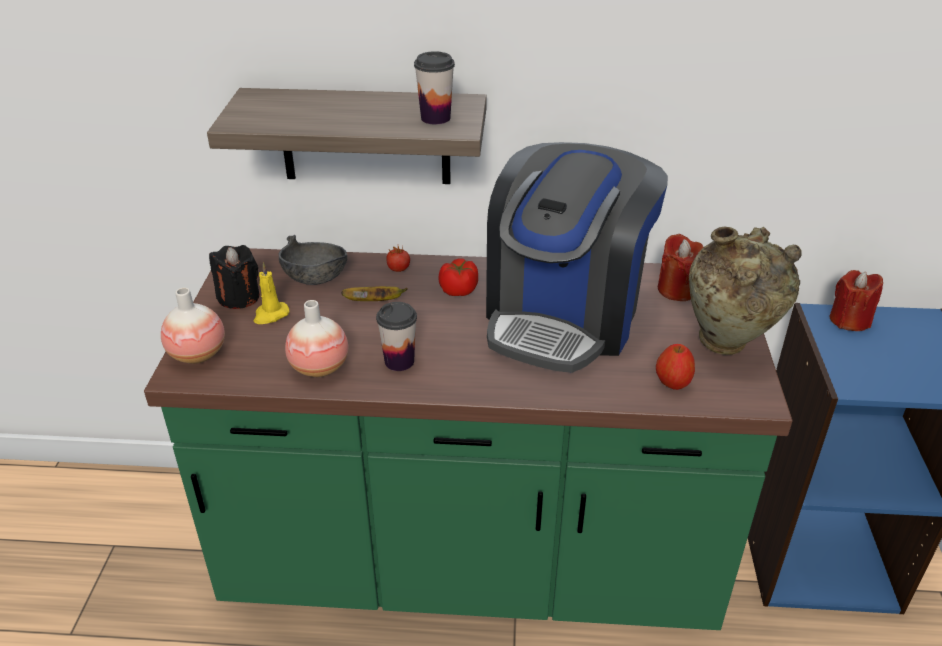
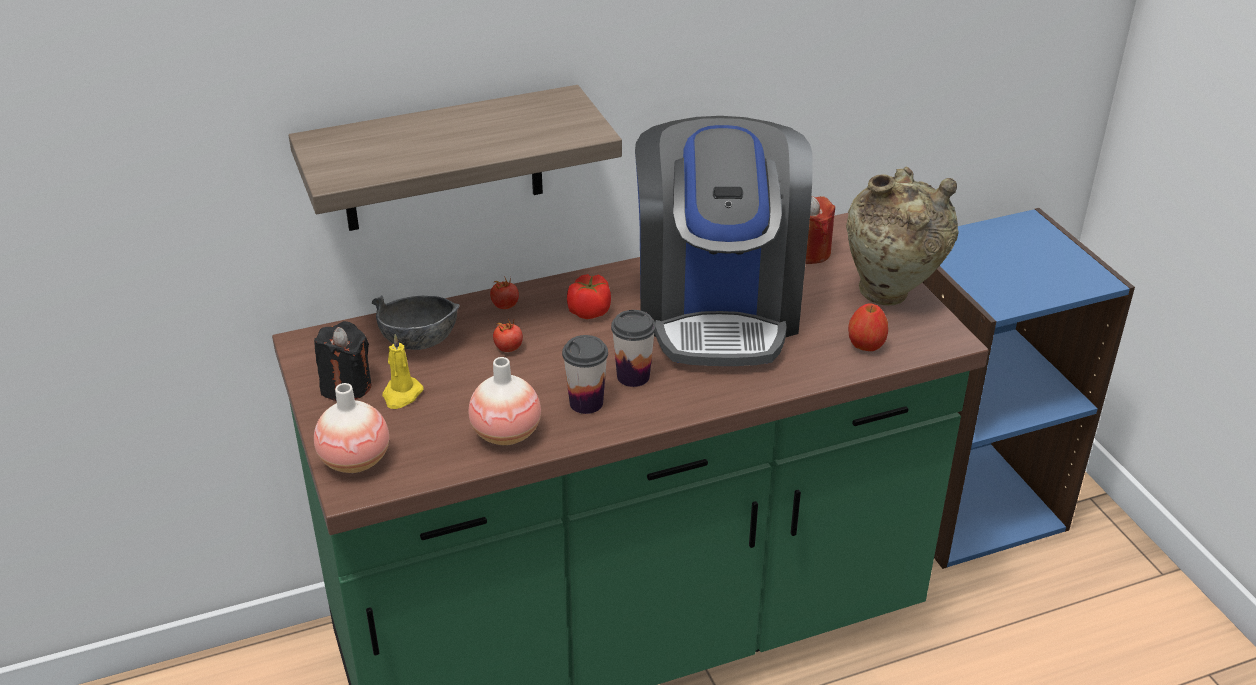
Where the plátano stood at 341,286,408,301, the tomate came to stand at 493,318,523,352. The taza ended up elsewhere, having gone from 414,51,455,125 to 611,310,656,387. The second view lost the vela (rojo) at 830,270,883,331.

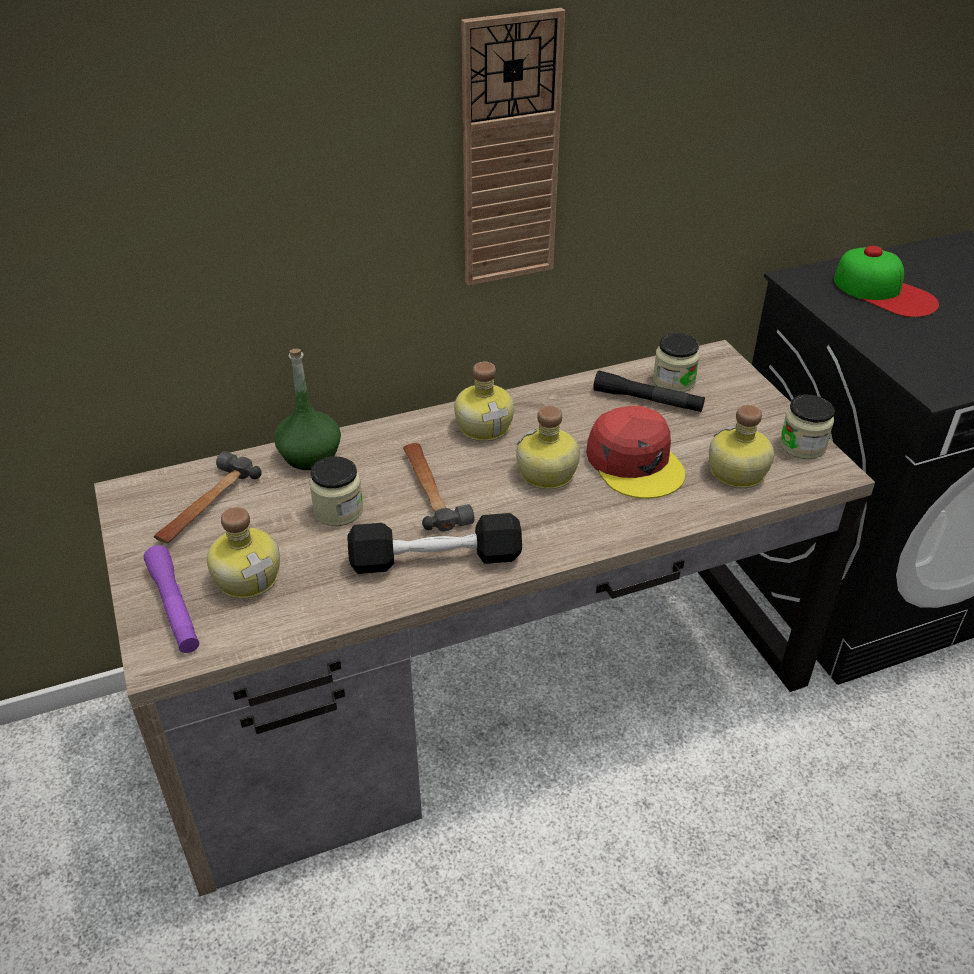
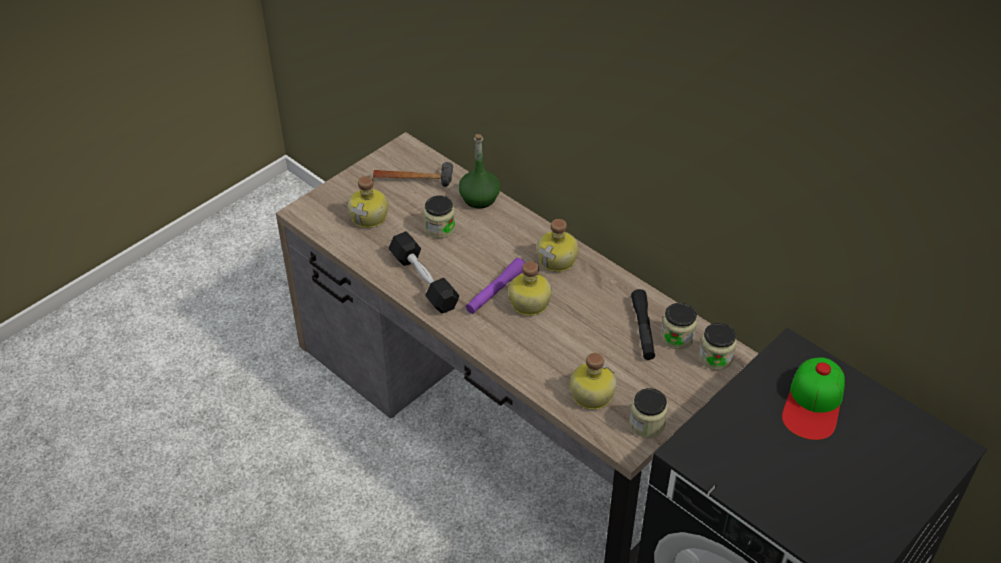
The linterna (morado) ended up elsewhere, having gone from 144,545,199,653 to 466,258,525,314. The second view gained the tarro at 699,323,737,370. The second view lost the martillo at 403,443,474,531. The second view lost the reloj de pared at 461,8,565,285. The second view lost the gorra (rojo) at 586,406,685,499.

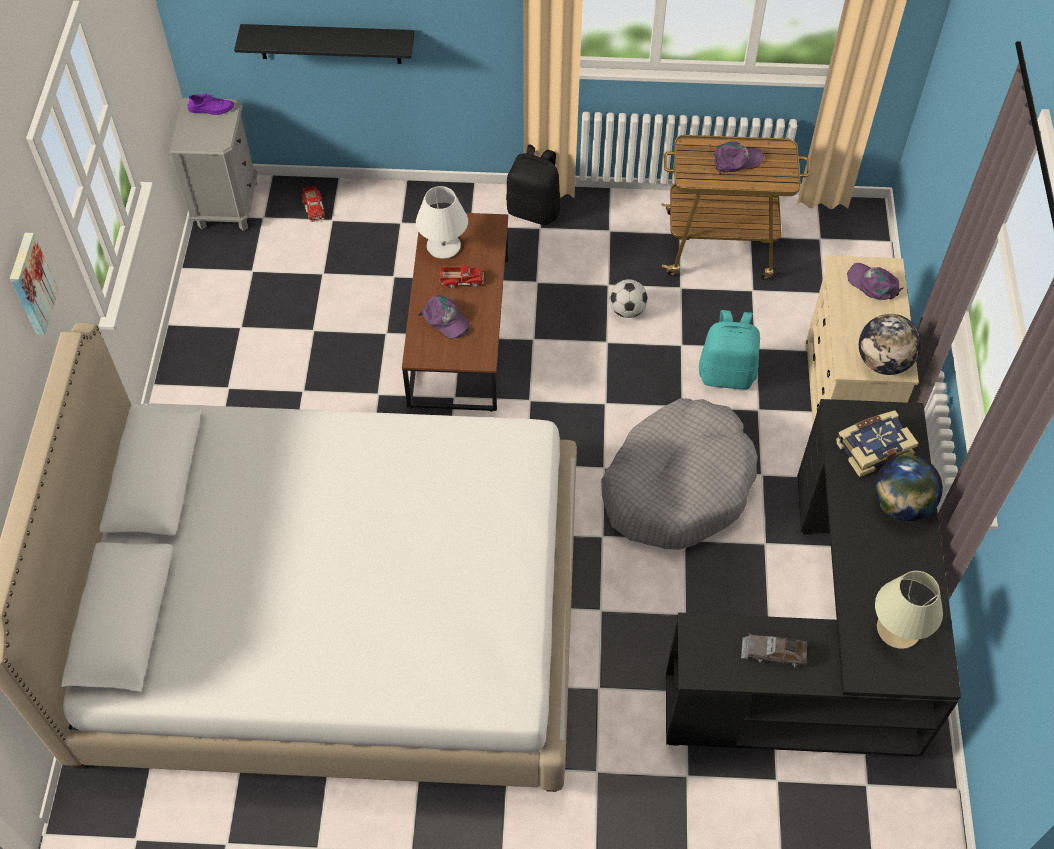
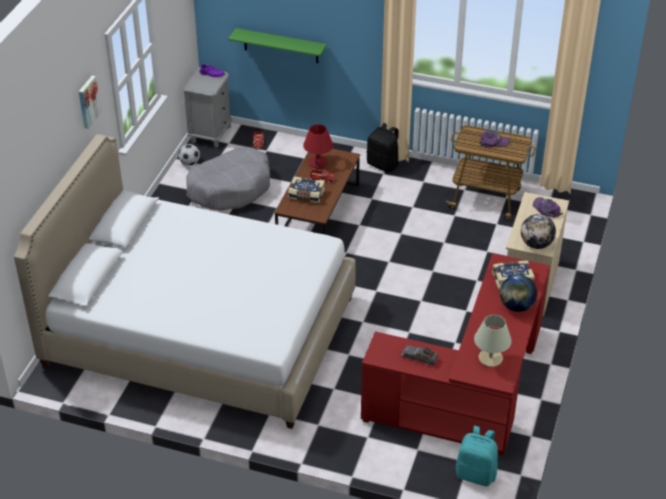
The balón de fútbol ended up elsewhere, having gone from 609,279,648,318 to 178,144,200,166. The cama para perro (gris) ended up elsewhere, having gone from 601,398,758,549 to 186,147,270,210. What was the estante (negro) at 234,24,415,64 turned into the estante (verde) at 228,28,327,63. Where the gorra (morado) stood at 418,296,470,339, the libro came to stand at 288,176,325,203. What was the lámpara de mesa (blanco) at 416,186,468,259 turned into the lámpara de mesa (rojo) at 303,124,333,168. What was the escritorio (negro) at 666,399,961,757 turned into the escritorio (rojo) at 361,253,550,456. The mochila (turquesa) ended up elsewhere, having gone from 699,310,760,389 to 456,426,498,487.

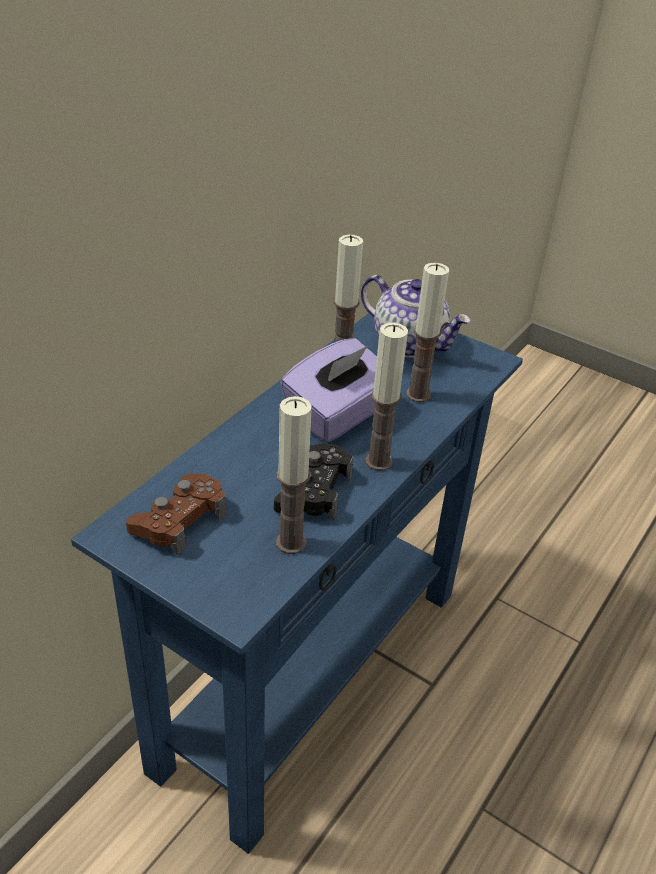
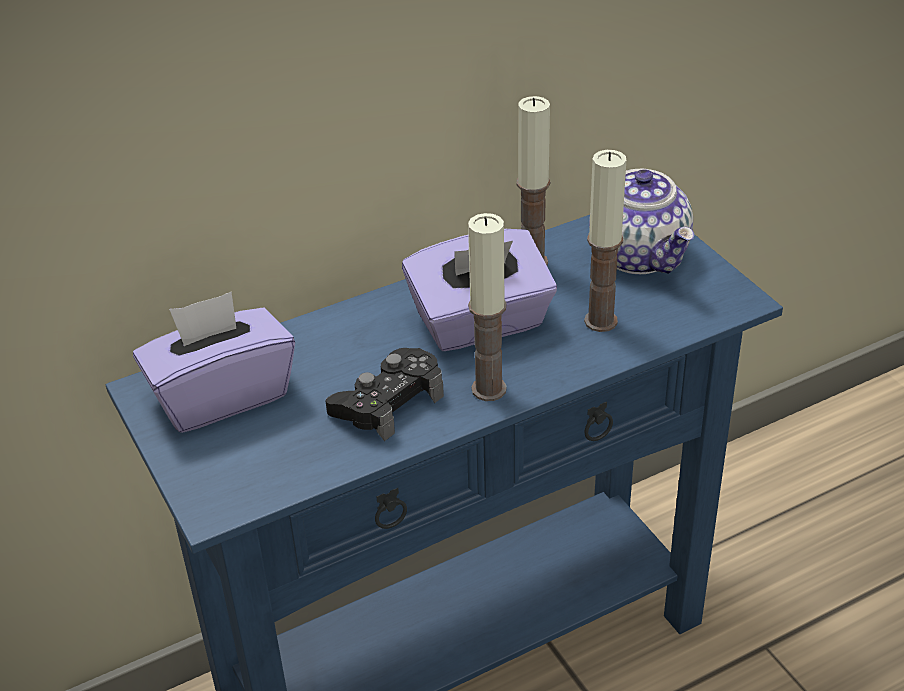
Where the mando de consola (marrón) stood at 126,473,227,556, the caja de pañuelos (morado) came to stand at 133,292,295,433. The second view lost the vela at 276,396,312,554.

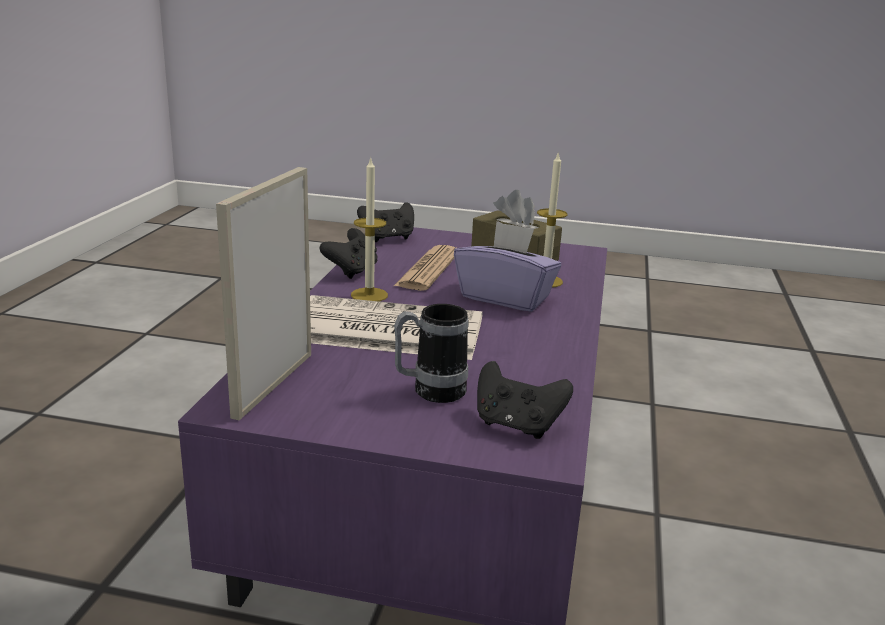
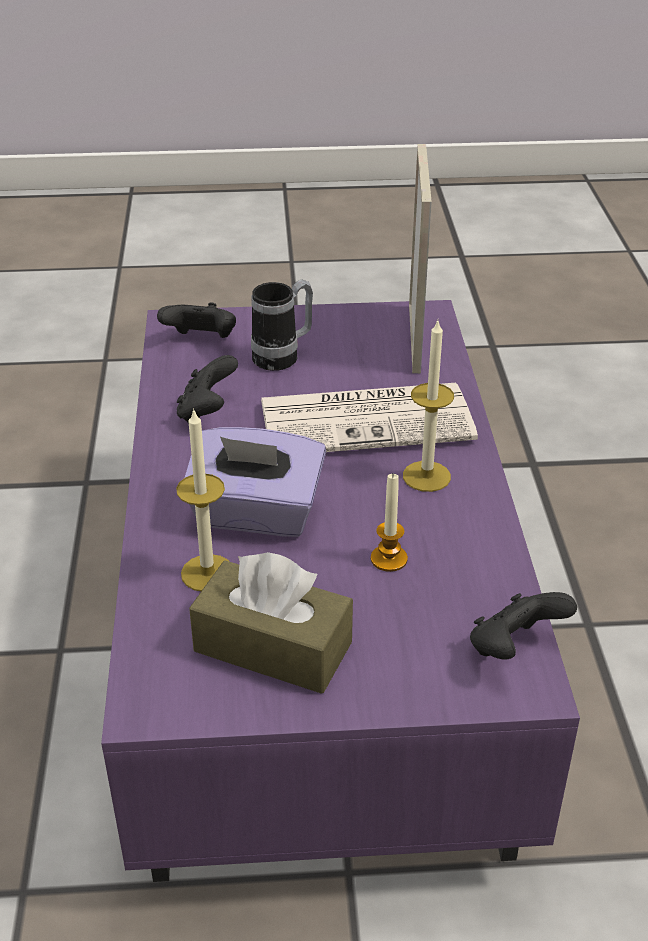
The mando de consola (negro) ended up elsewhere, having gone from 320,228,378,279 to 177,355,238,424. Where the periódico stood at 394,245,456,291, the vela came to stand at 371,474,408,572.

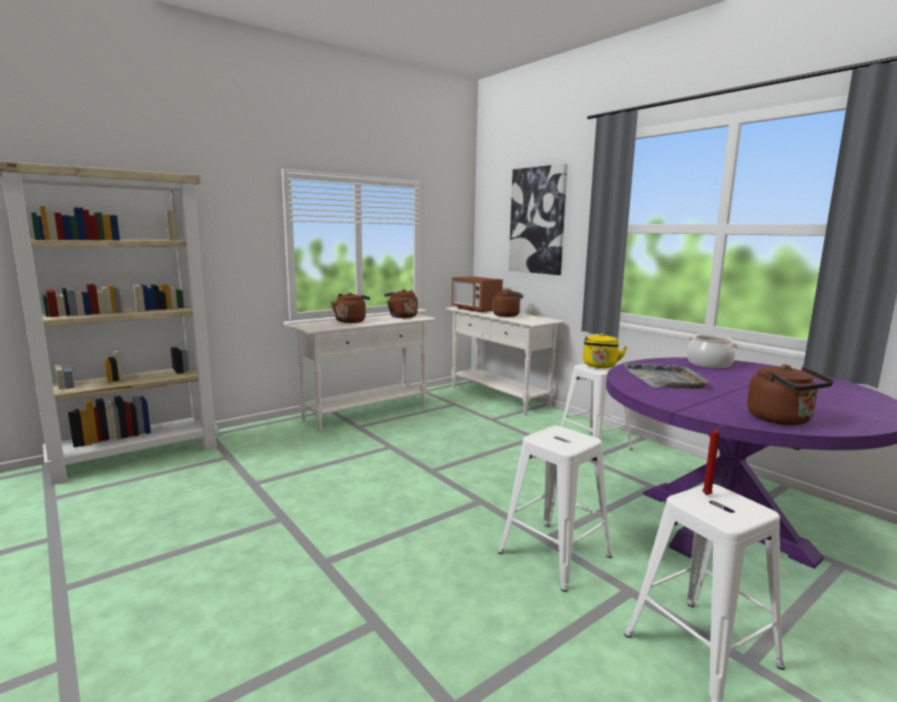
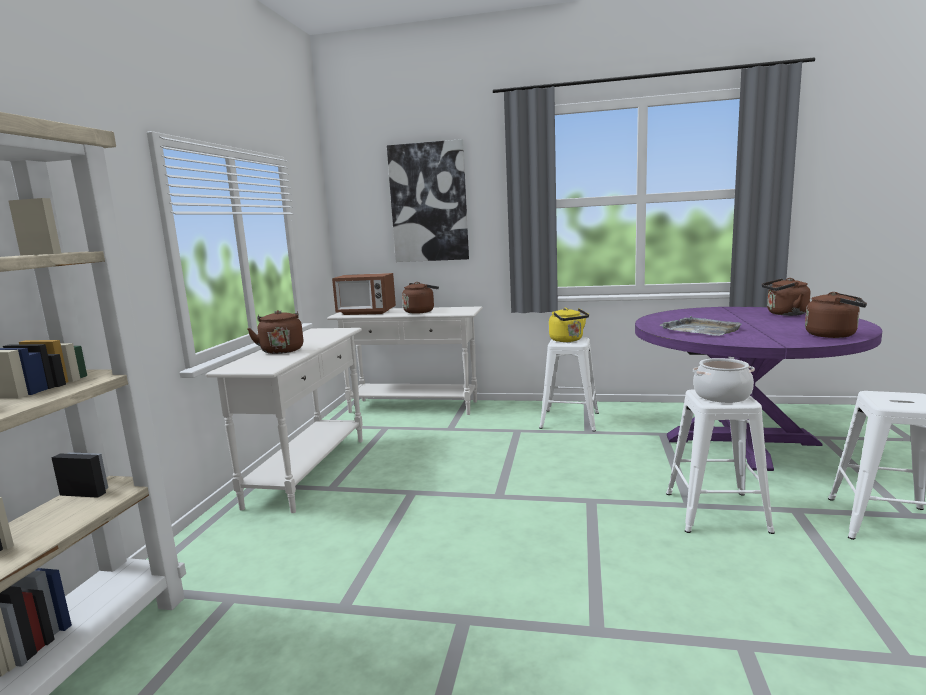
The olla ended up elsewhere, having gone from 687,335,738,368 to 693,358,755,403. The hervidor (marrón) ended up elsewhere, having gone from 384,289,418,318 to 762,278,811,316. The second view lost the vela (rojo) at 702,425,725,495.

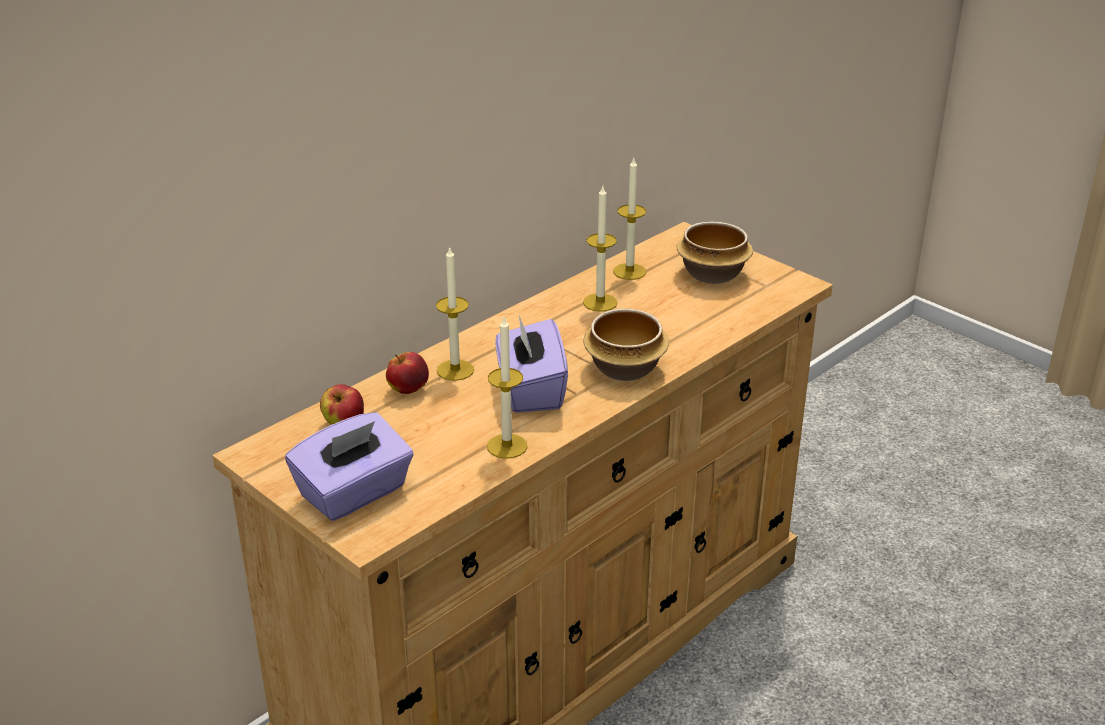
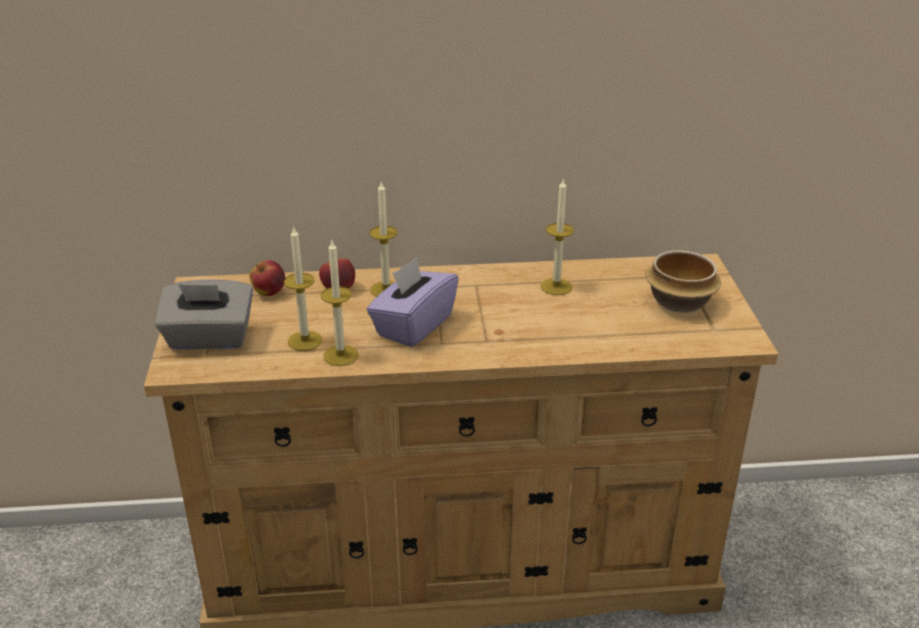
What was the caja de pañuelos (morado) at 285,412,414,521 turned into the caja de pañuelos (gris) at 155,279,253,350. The vela ended up elsewhere, having gone from 613,158,646,280 to 284,226,323,351. The second view lost the cuenco at 583,309,669,381.

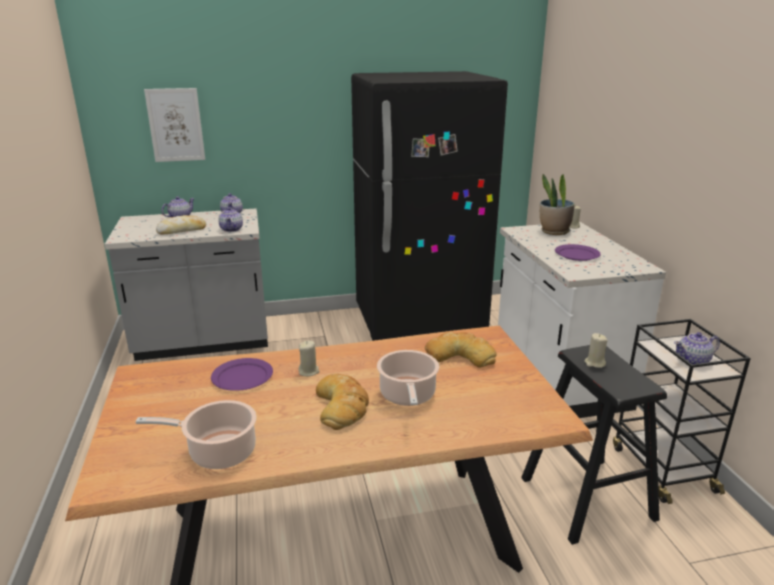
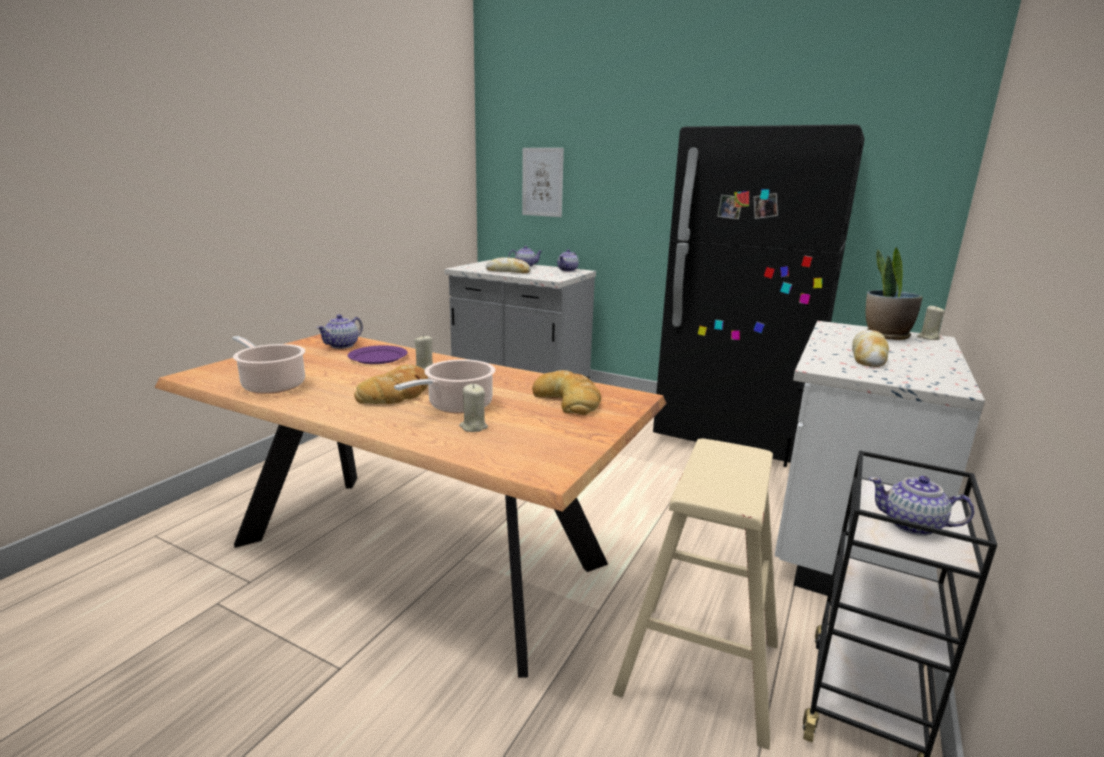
The tetera ended up elsewhere, having gone from 218,207,243,232 to 316,314,363,349. The vela (beis) ended up elsewhere, having gone from 584,333,608,368 to 459,384,488,432. What was the taburete (negro) at 521,345,667,545 turned into the taburete (beis) at 612,439,778,750. Where the plato (morado) stood at 555,244,601,261, the pan came to stand at 852,330,889,367.

